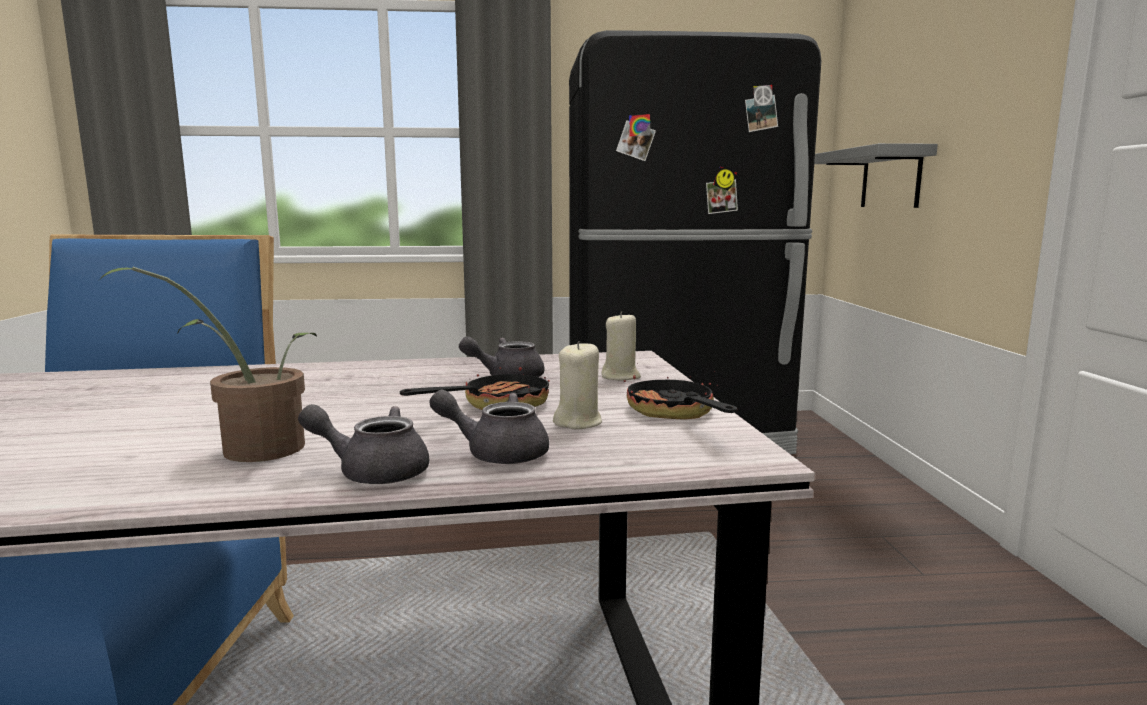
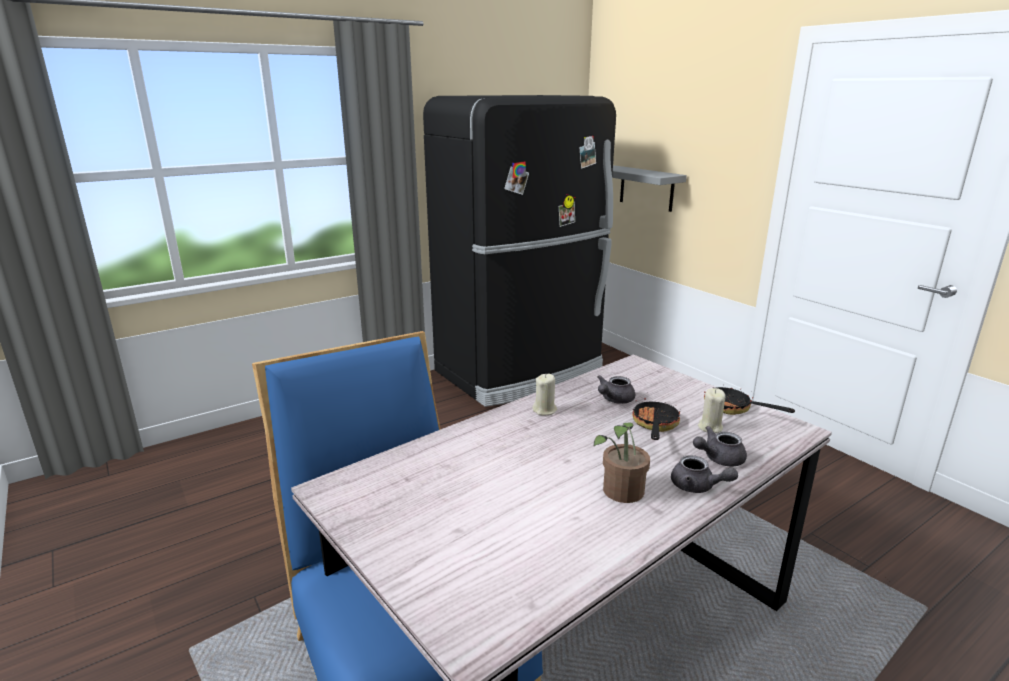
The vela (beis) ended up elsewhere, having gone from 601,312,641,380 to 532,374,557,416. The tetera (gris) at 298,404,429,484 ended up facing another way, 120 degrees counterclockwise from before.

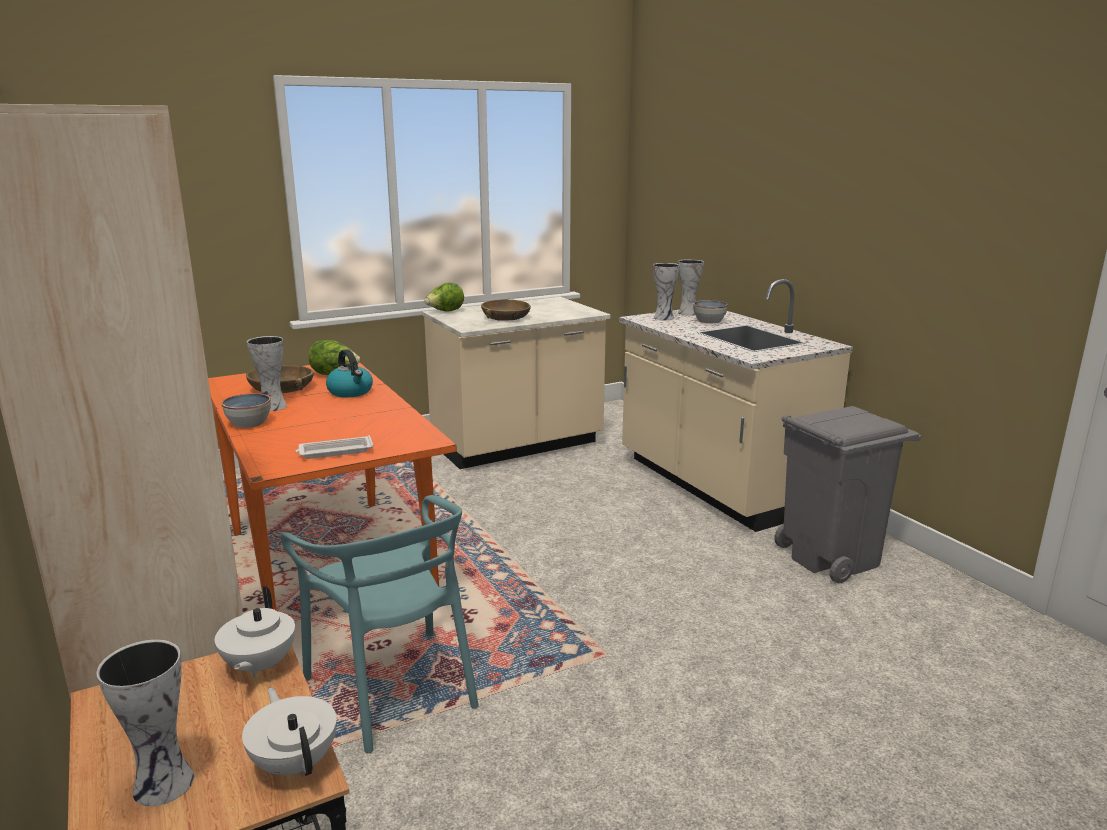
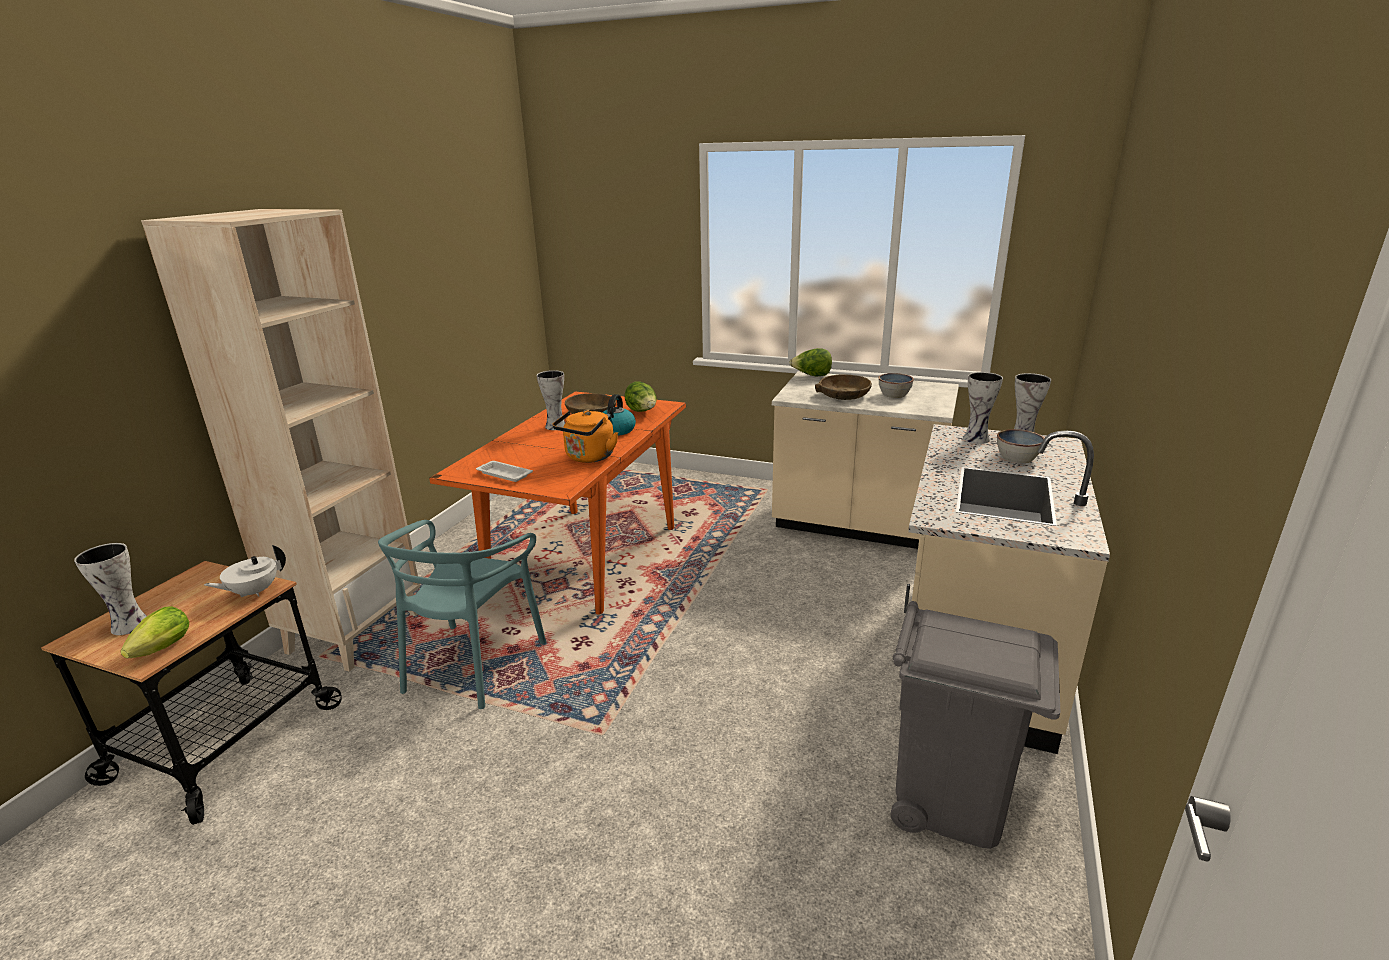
Where the tetera (blanco) stood at 242,687,337,777, the lechuga came to stand at 120,606,189,658. The second view gained the hervidor (naranja) at 552,410,618,463. The cuenco ended up elsewhere, having gone from 221,393,271,428 to 878,373,914,398.

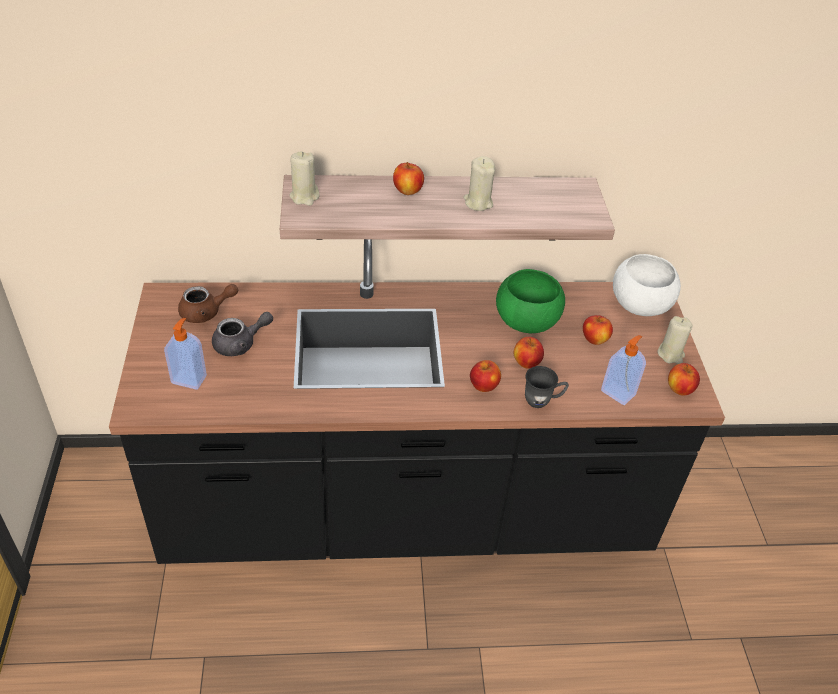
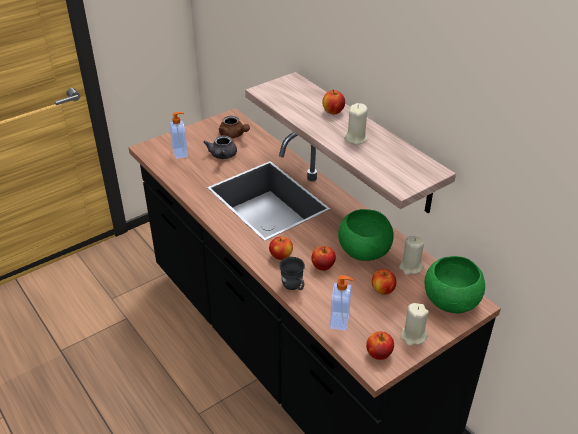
The tetera (gris) at 212,312,273,356 ended up facing another way, 60 degrees clockwise from before. The vela (beis) ended up elsewhere, having gone from 290,151,319,206 to 399,236,424,275. What was the cuenco (blanco) at 613,254,681,316 turned into the cuenco (verde) at 424,256,485,313.

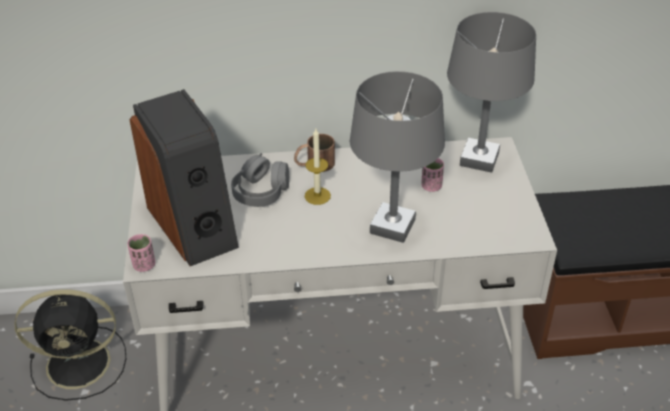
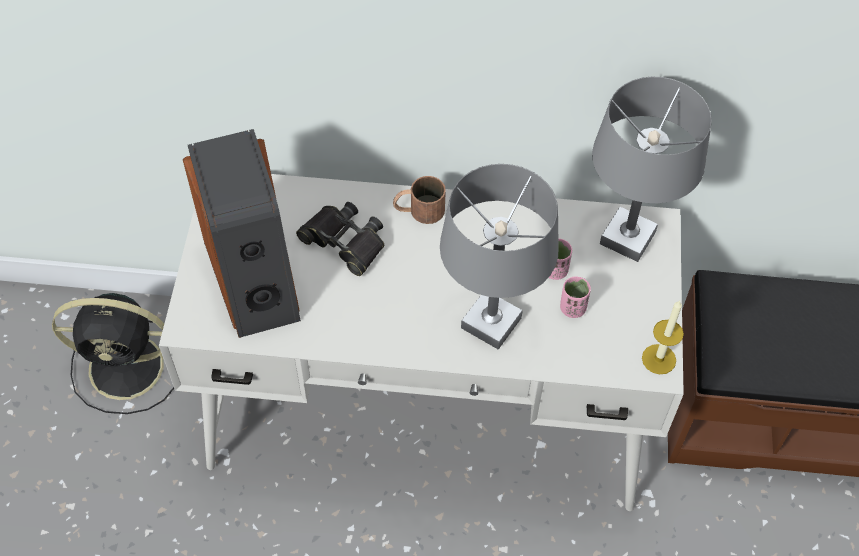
Where the auriculares (gris) stood at 231,153,290,207, the prismáticos (negro) came to stand at 296,202,384,276. The taza (rosa) ended up elsewhere, having gone from 127,234,155,272 to 560,277,591,318. The vela ended up elsewhere, having gone from 305,129,331,205 to 642,300,684,374.

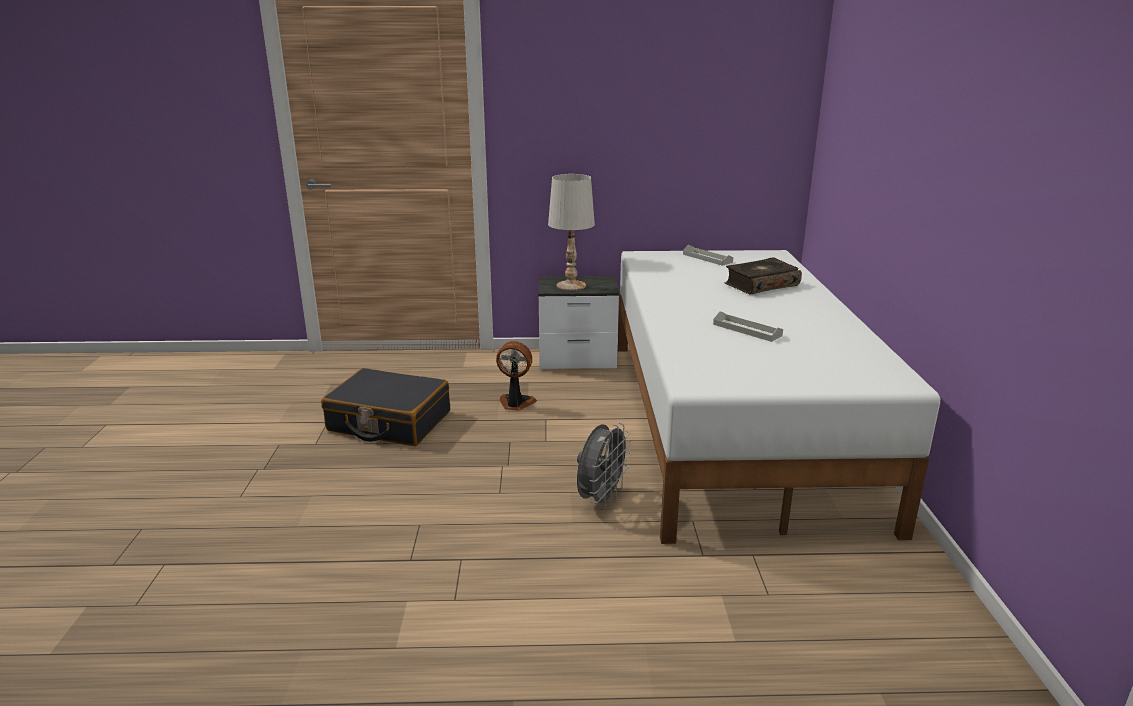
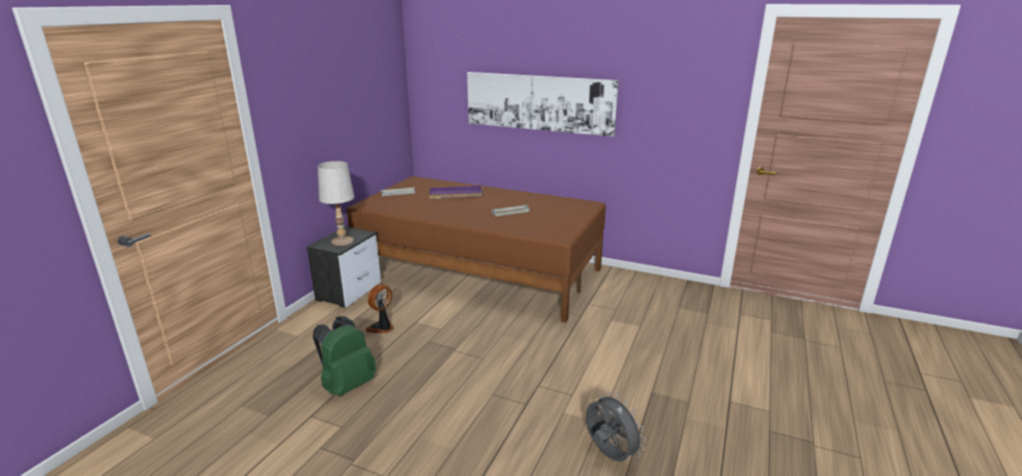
Where the maleta (negro) stood at 321,368,450,446, the mochila (verde) came to stand at 313,316,376,396. What was the cama (blanco) at 618,250,940,544 turned into the cama (marrón) at 347,176,606,323. Where the libro stood at 725,257,802,295, the bandeja (morado) came to stand at 429,184,483,199. The second view gained the cuadro at 467,72,619,137. The ventilador (gris) ended up elsewhere, having gone from 577,423,632,509 to 586,391,646,462.

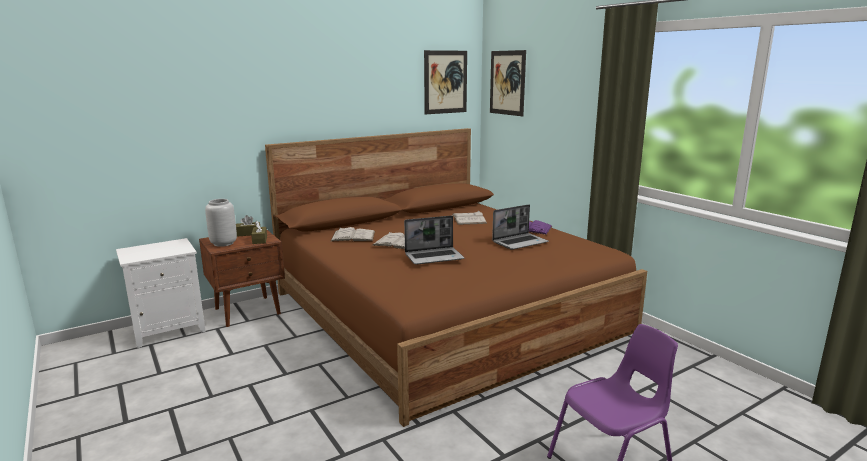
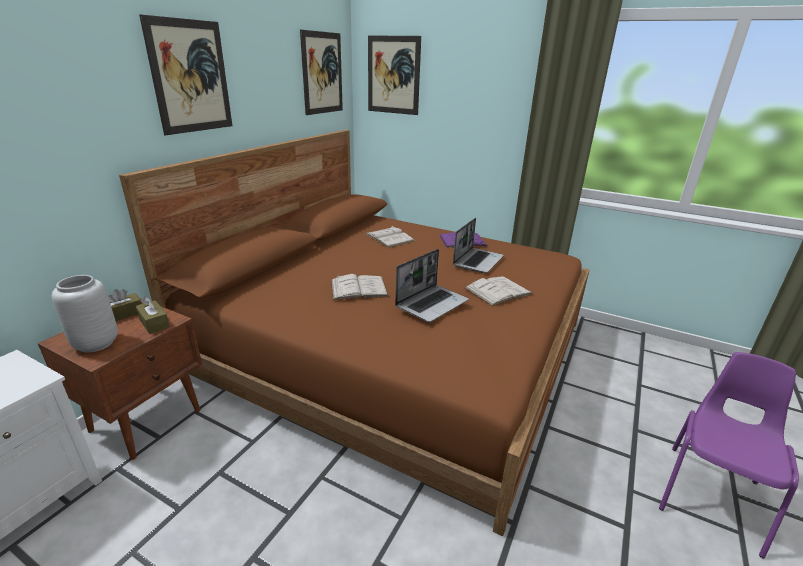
The second view gained the cuadro at 139,14,232,135. The libro (blanco) ended up elsewhere, having gone from 330,227,375,242 to 465,276,532,306.

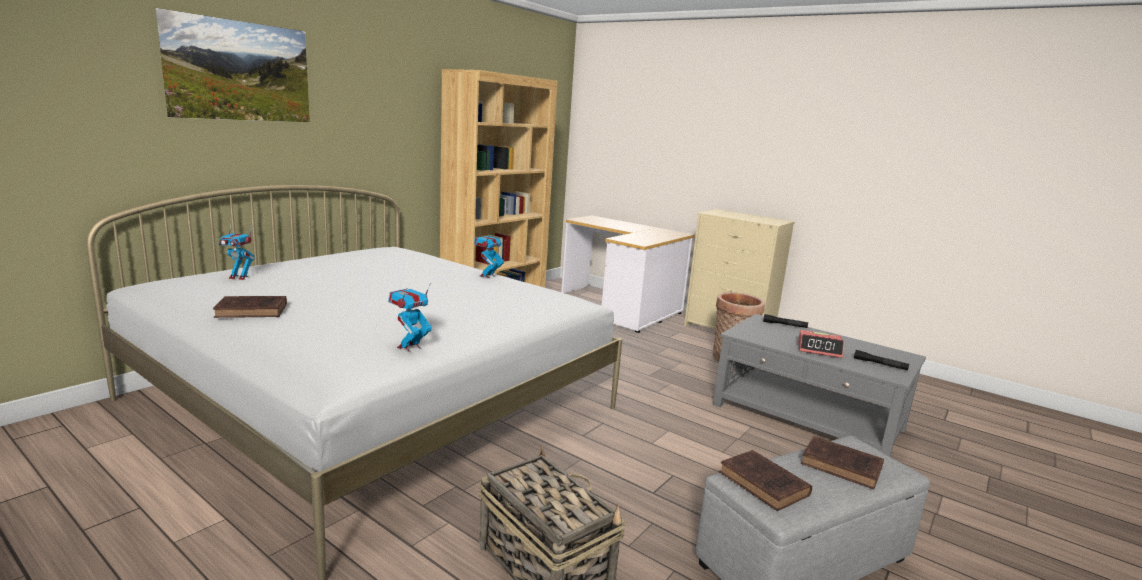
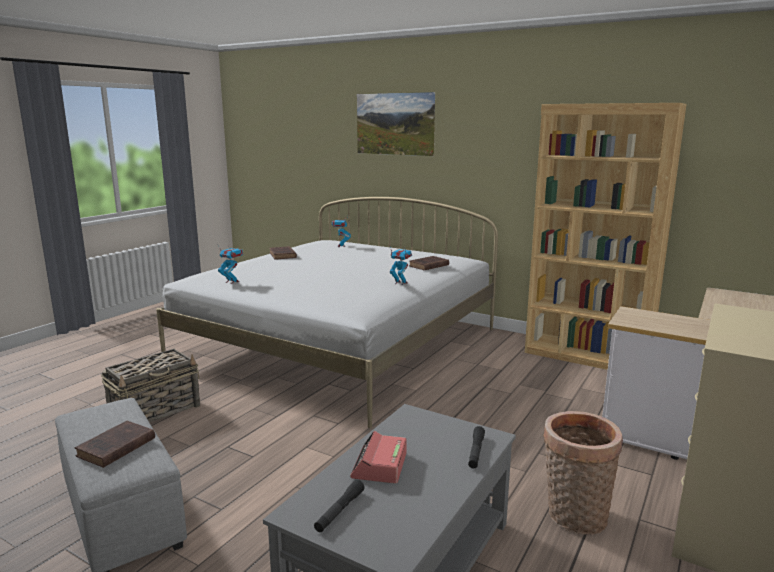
The libro (marrón) ended up elsewhere, having gone from 719,450,812,511 to 409,256,449,270.

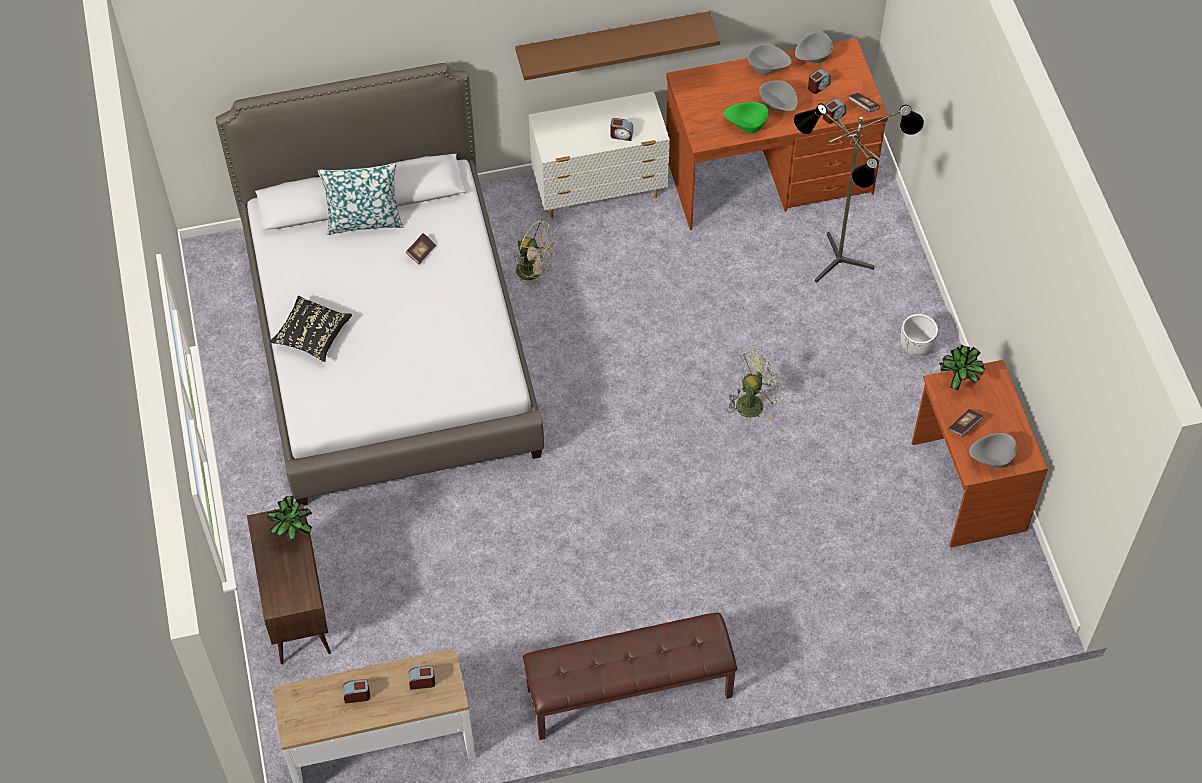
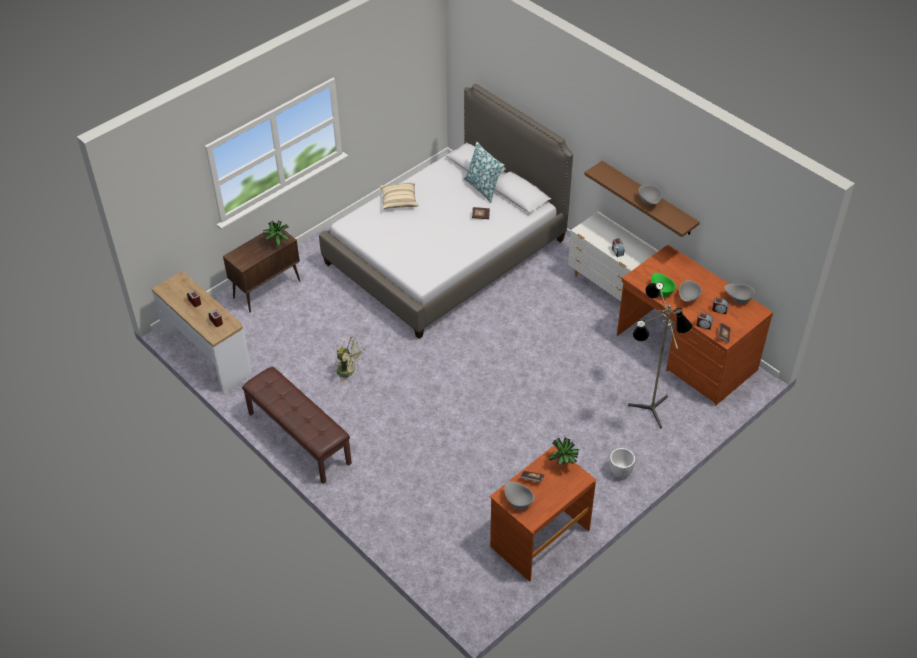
The ventilador (verde) ended up elsewhere, having gone from 727,349,786,419 to 335,336,363,384. What was the cojín (negro) at 270,296,352,362 turned into the cojín (beis) at 380,183,418,209. The cuenco (gris) ended up elsewhere, having gone from 748,44,791,75 to 639,185,662,205. The second view lost the ventilador (beis) at 514,220,559,290.

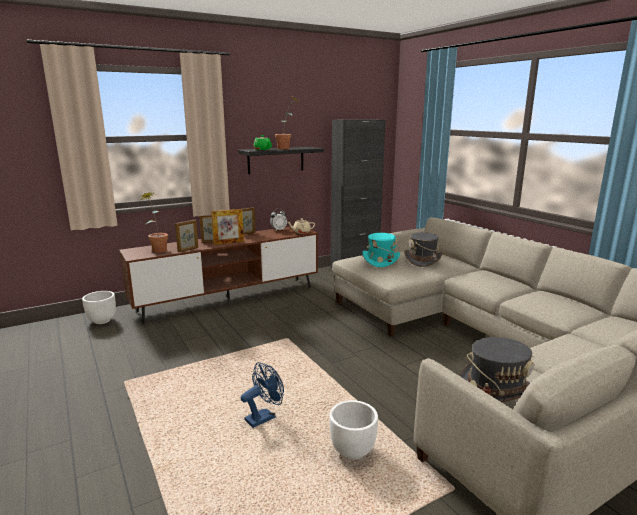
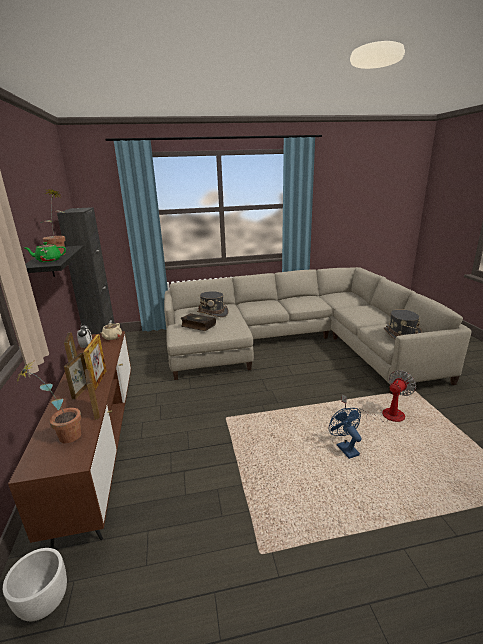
Where the sombrero (turquesa) stood at 362,233,400,267, the libro came to stand at 181,313,216,331. Where the maceta (blanco) stood at 329,400,378,460, the ventilador came to stand at 341,370,416,422.

